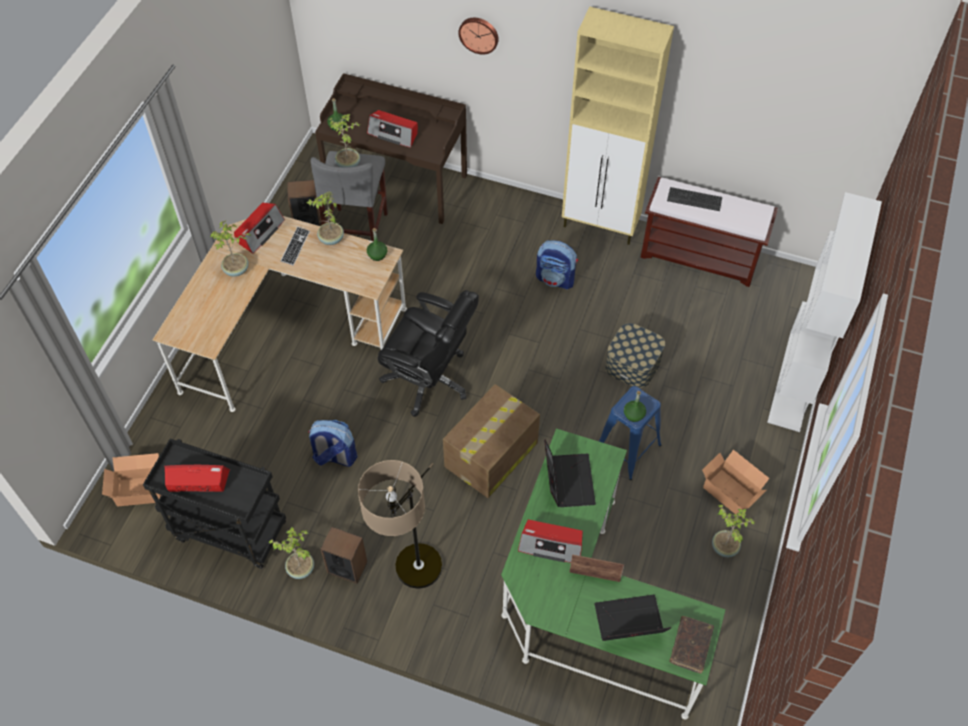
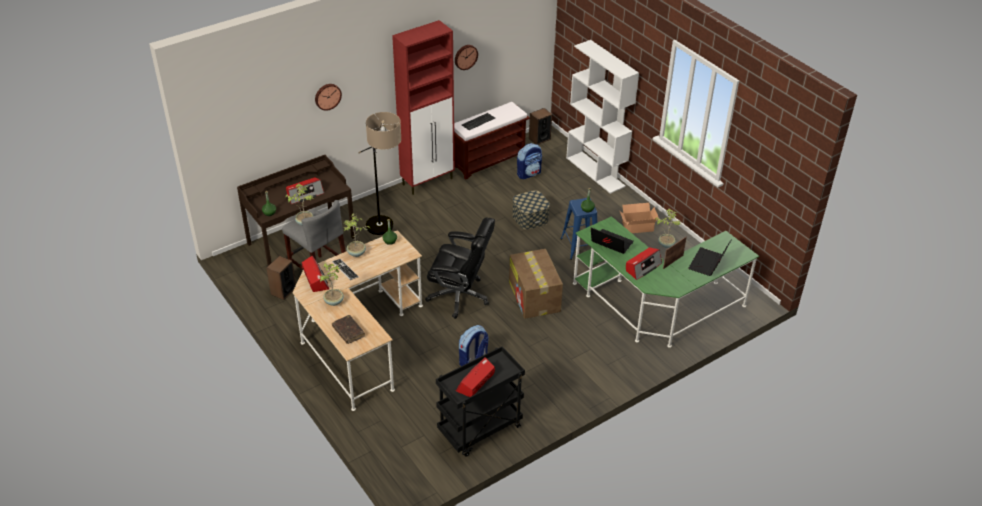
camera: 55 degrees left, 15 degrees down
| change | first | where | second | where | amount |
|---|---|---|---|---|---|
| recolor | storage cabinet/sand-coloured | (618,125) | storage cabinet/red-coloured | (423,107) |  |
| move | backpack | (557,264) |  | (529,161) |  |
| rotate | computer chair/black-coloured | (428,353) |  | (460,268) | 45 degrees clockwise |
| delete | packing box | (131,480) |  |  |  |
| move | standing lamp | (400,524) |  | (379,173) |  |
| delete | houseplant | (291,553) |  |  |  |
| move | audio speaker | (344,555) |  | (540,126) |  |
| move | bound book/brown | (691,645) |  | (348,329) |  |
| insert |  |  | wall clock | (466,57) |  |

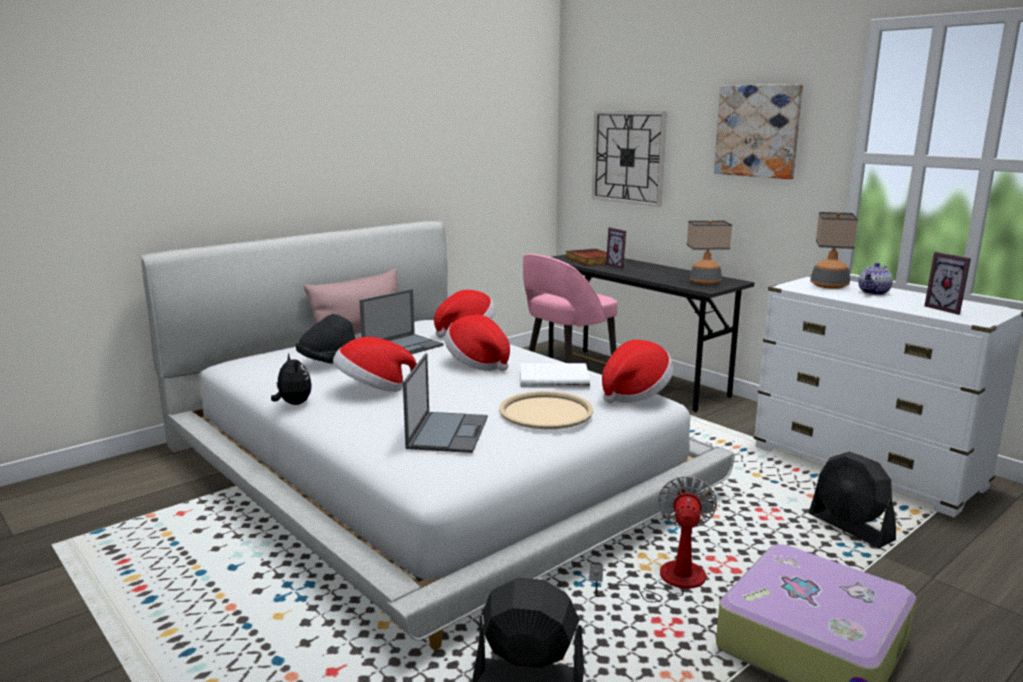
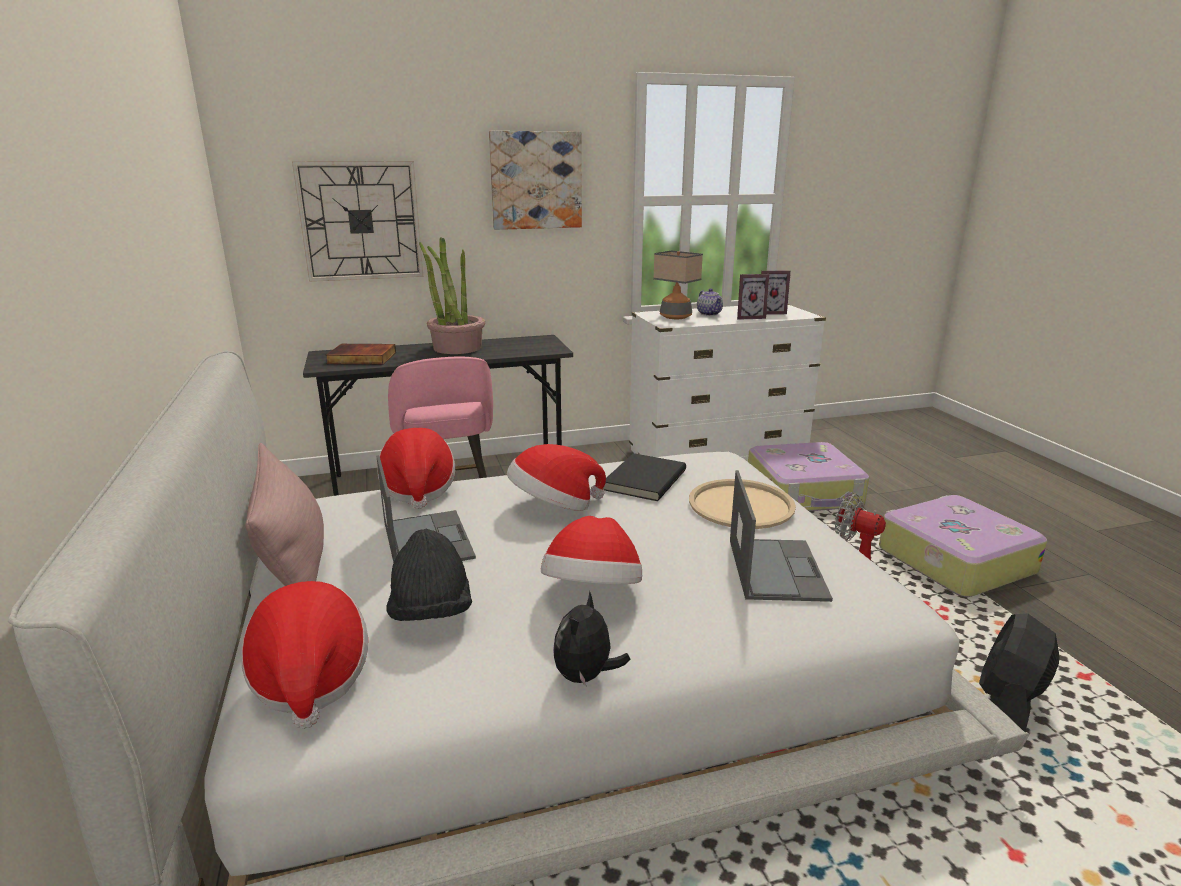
camera: 65 degrees left, 5 degrees up
| change | first | where | second | where | amount |
|---|---|---|---|---|---|
| delete | tabletop lamp | (709,253) |  |  |  |
| move | standing frame | (616,248) |  | (753,297) |  |
| move | hat | (638,371) |  | (304,655) |  |
| rotate | laptop | (445,403) |  | (781,536) | 60 degrees clockwise |
| rotate | cuddly toy | (291,379) |  | (592,639) | 60 degrees counterclockwise |
| recolor | bound book/whitish | (555,375) | bound book/black-coloured | (644,477) |  |
| replace | cooling fan/black-coloured | (852,500) | travel case | (808,476) |  |
| insert |  |  | houseplant | (452,295) |  |

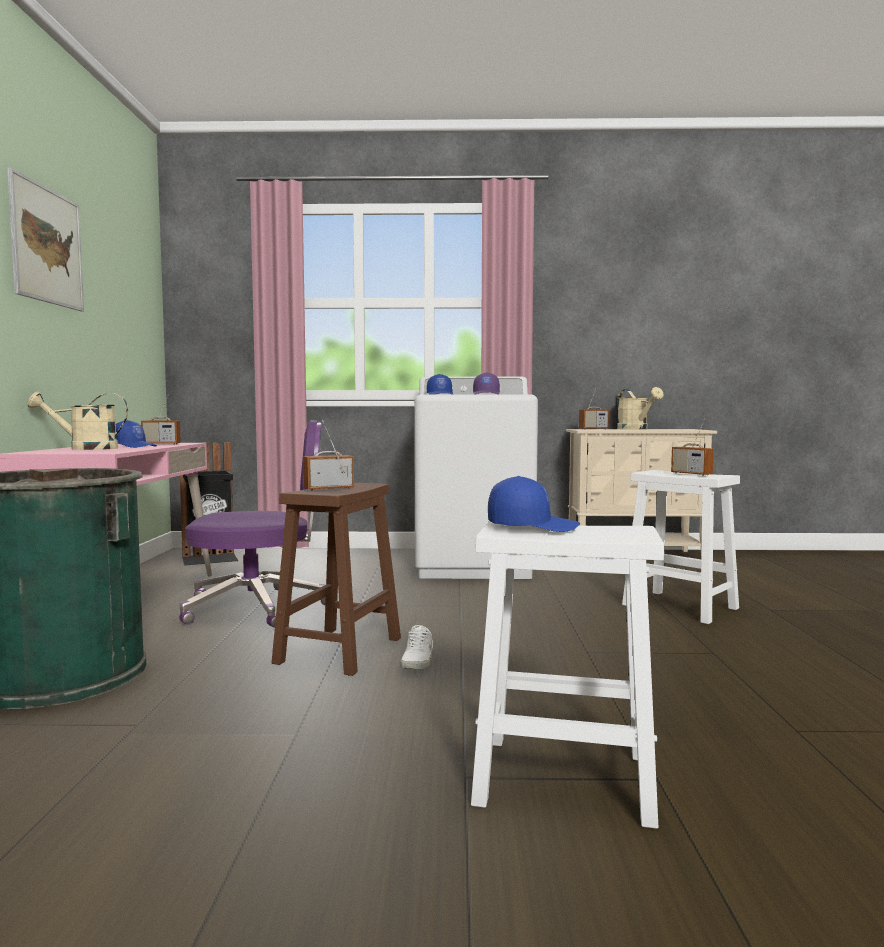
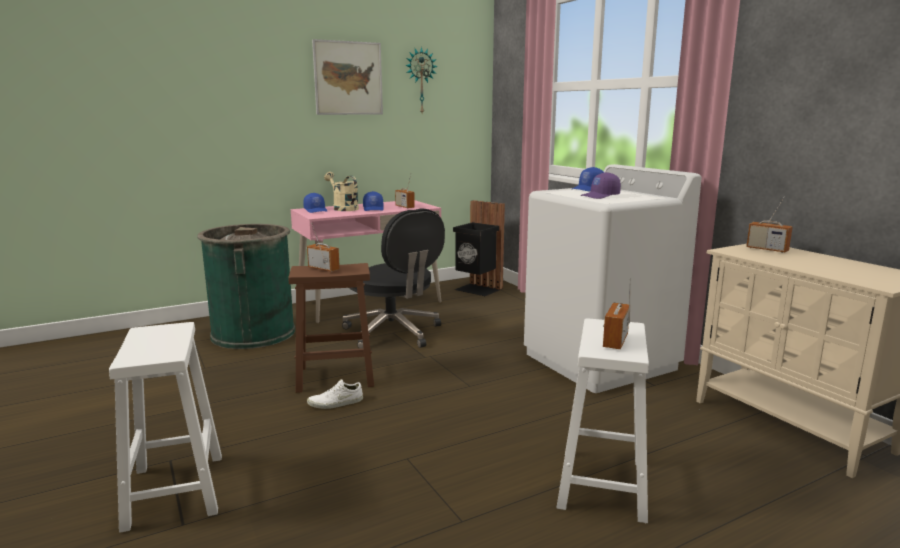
camera: 60 degrees right, 10 degrees up
| change | first | where | second | where | amount |
|---|---|---|---|---|---|
| delete | watering can/sand-coloured | (640,408) |  |  |  |
| recolor | computer chair/purple-coloured | (252,524) | computer chair/black-coloured | (393,279) |  |
| move | peaked cap/blue | (534,504) |  | (315,203) |  |
| insert |  |  | wall clock | (421,80) |  |

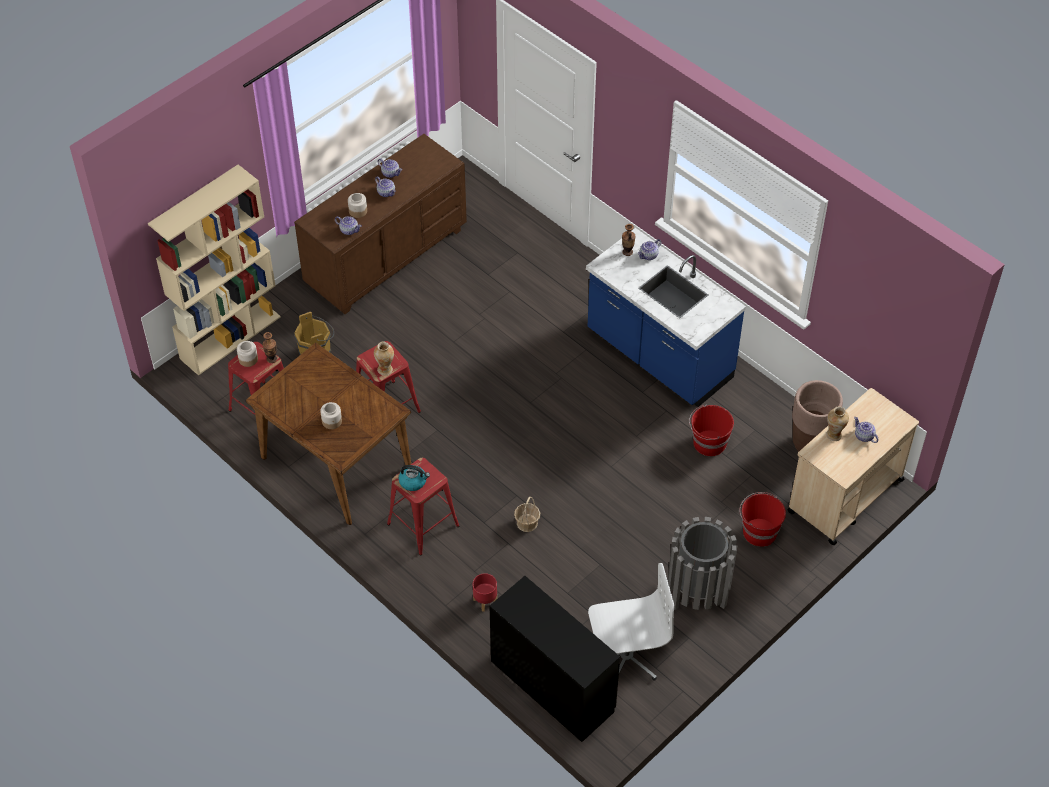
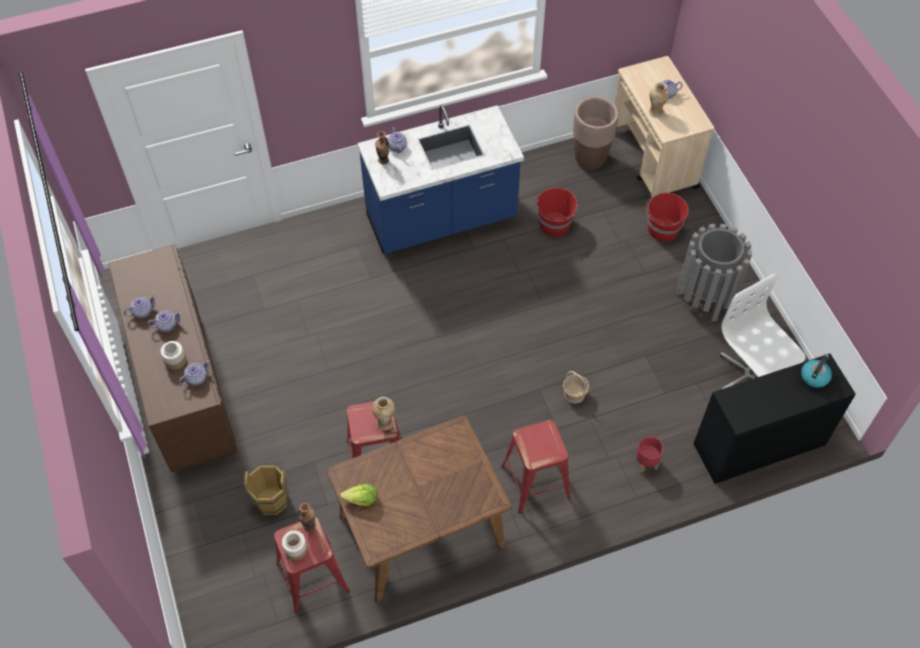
camera: 65 degrees left, 5 degrees up
| change | first | where | second | where | amount |
|---|---|---|---|---|---|
| delete | bookcase/sand-coloured | (214,270) |  |  |  |
| delete | preserve jar | (331,415) |  |  |  |
| move | tea kettle | (414,478) |  | (816,371) |  |
| rotate | computer chair/whitish | (631,622) |  | (763,331) | 45 degrees counterclockwise |
| insert |  |  | lettuce head | (358,495) |  |

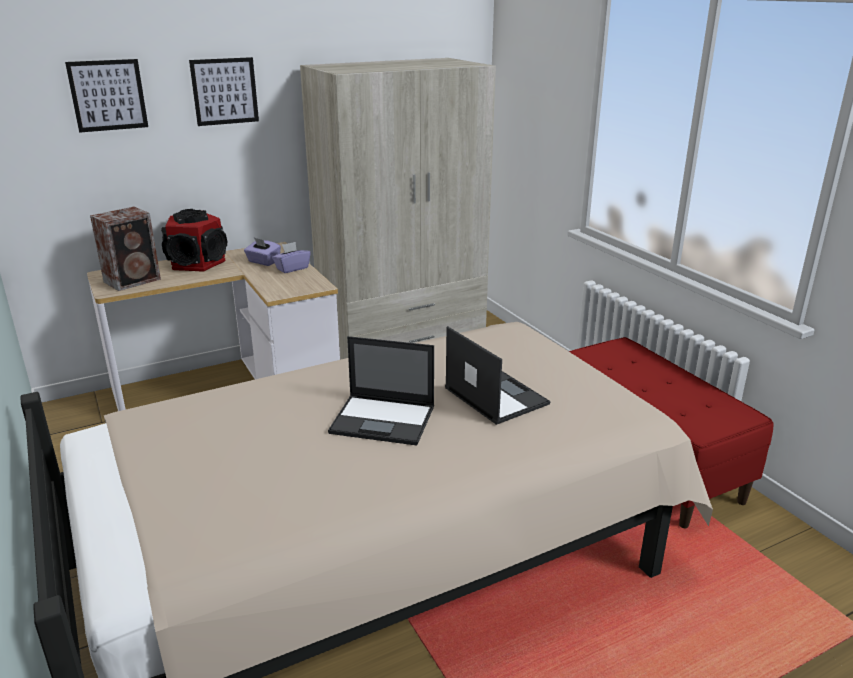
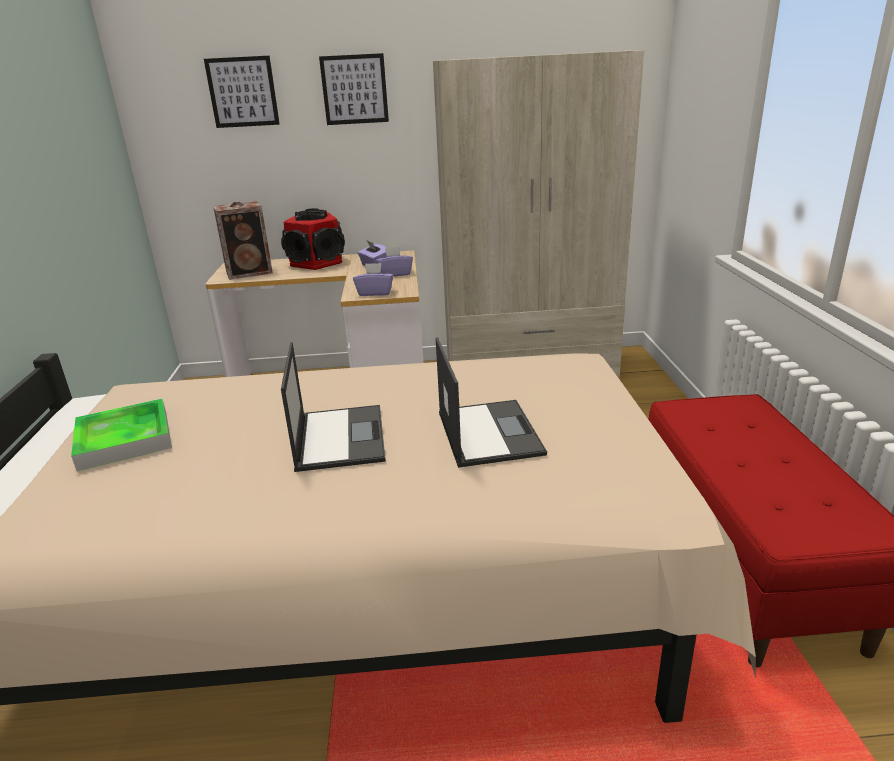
camera: 25 degrees right, 0 degrees up
| change | first | where | second | where | amount |
|---|---|---|---|---|---|
| rotate | laptop | (381,391) |  | (333,407) | 135 degrees counterclockwise |
| insert |  |  | tissue holder/purple-coloured | (373,279) |  |
| insert |  |  | serving tray | (121,434) |  |

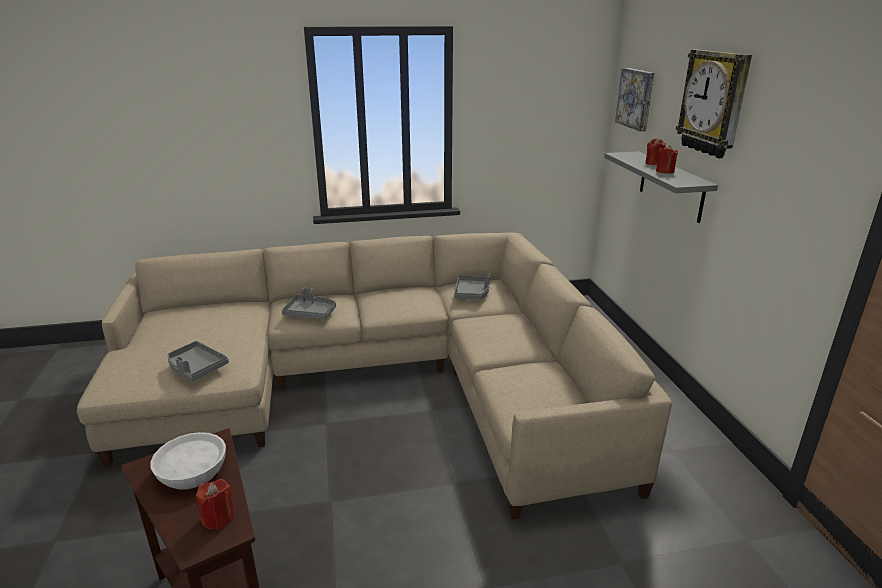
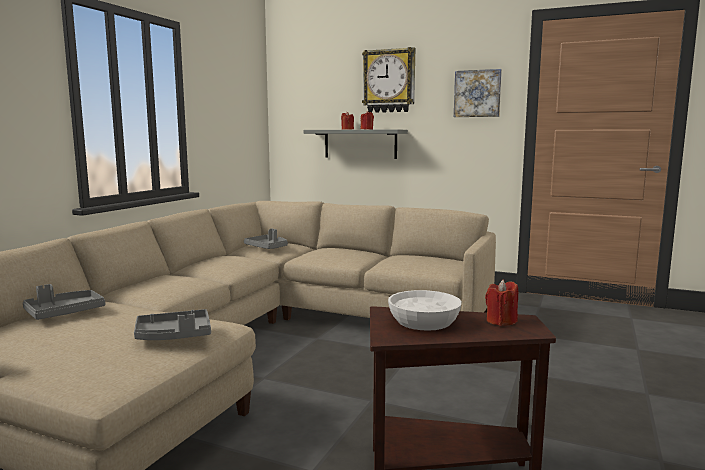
camera: 55 degrees left, 15 degrees down
| change | first | where | second | where | amount |
|---|---|---|---|---|---|
| move | wall picture | (635,99) |  | (478,93) |  |
| move | serving tray/greyish | (309,303) |  | (64,302) |  |

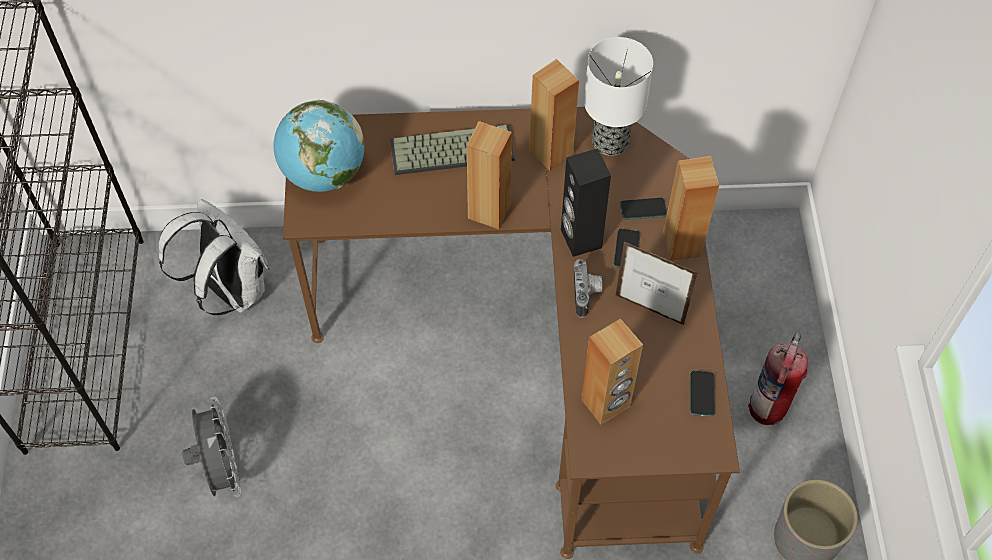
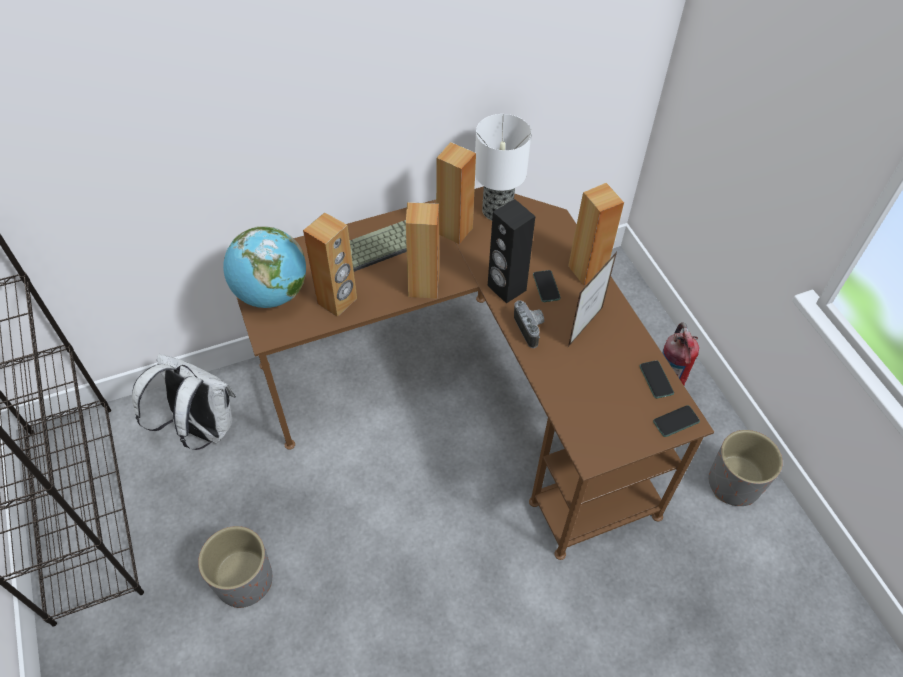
camera: 20 degrees left, 5 degrees down
| change | first | where | second | where | amount |
|---|---|---|---|---|---|
| move | handset | (643,209) |  | (676,421) |  |
| rotate | standing frame | (656,283) |  | (592,299) | 120 degrees clockwise |
| move | audio speaker/brown | (612,372) |  | (330,264) |  |
| replace | cooling fan/greyish | (212,447) | flower pot/greyish | (235,567) |  |

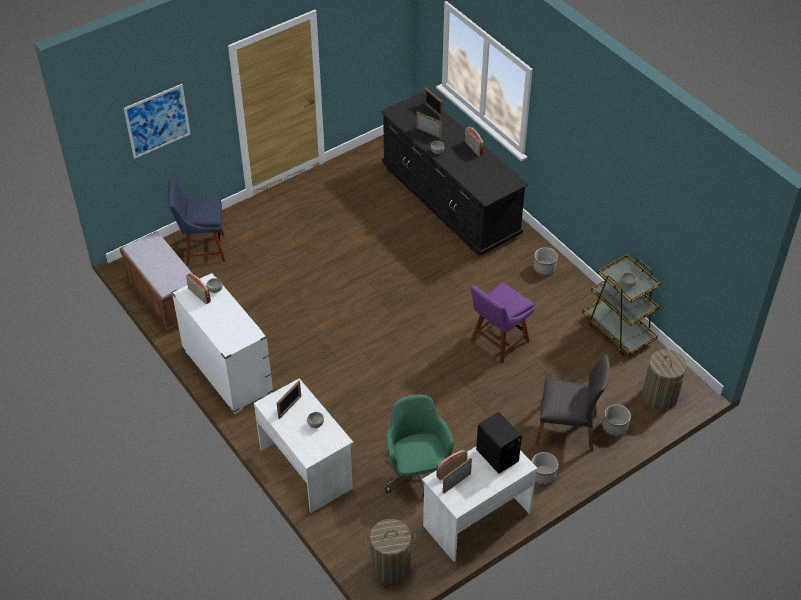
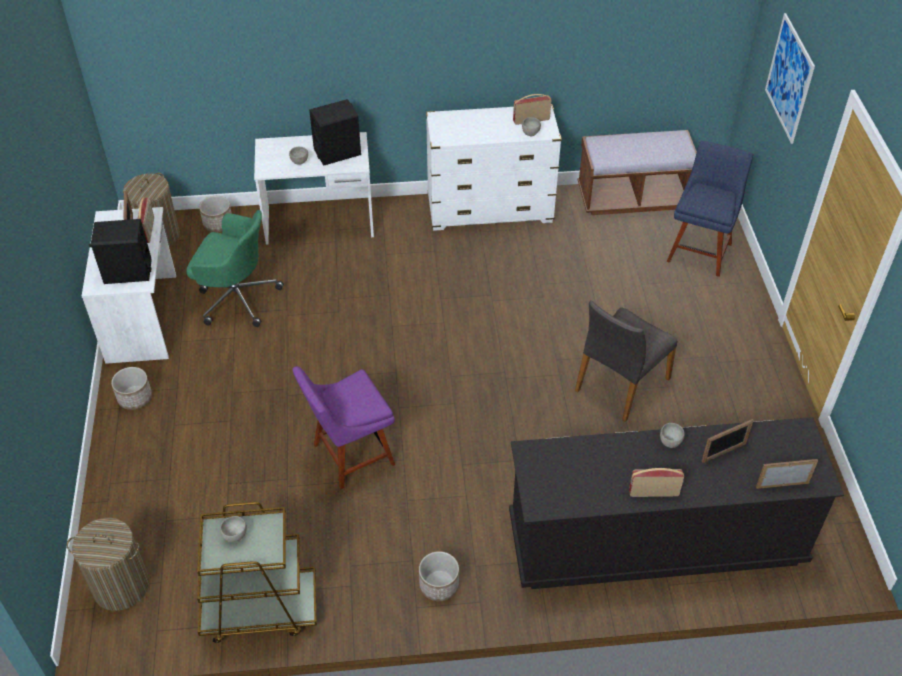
camera: 120 degrees right, 0 degrees up
| change | first | where | second | where | amount |
|---|---|---|---|---|---|
| rotate | upright chair/purple-coloured | (503,323) |  | (343,427) | 105 degrees counterclockwise |
| move | upright chair/greyish | (572,402) |  | (626,361) |  |
| replace | standing frame | (289,399) | audio speaker/black-coloured | (335,132) |  |
| move | flower pot | (617,420) |  | (215,214) |  |

